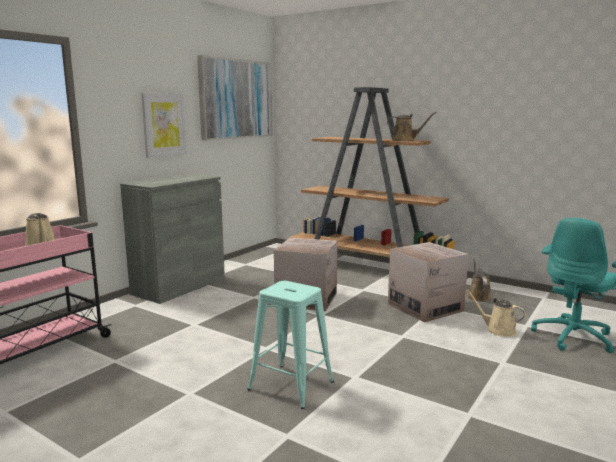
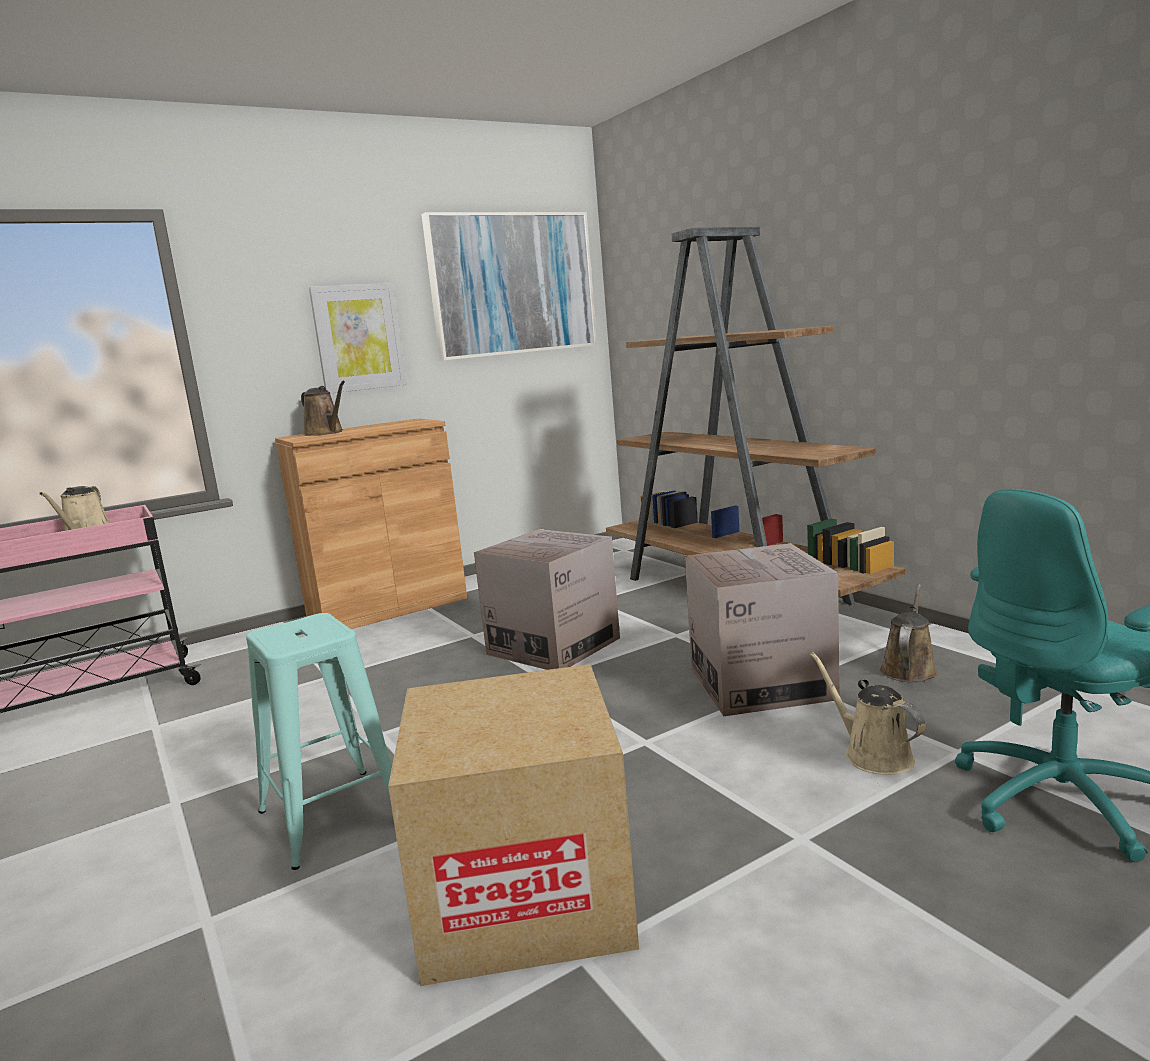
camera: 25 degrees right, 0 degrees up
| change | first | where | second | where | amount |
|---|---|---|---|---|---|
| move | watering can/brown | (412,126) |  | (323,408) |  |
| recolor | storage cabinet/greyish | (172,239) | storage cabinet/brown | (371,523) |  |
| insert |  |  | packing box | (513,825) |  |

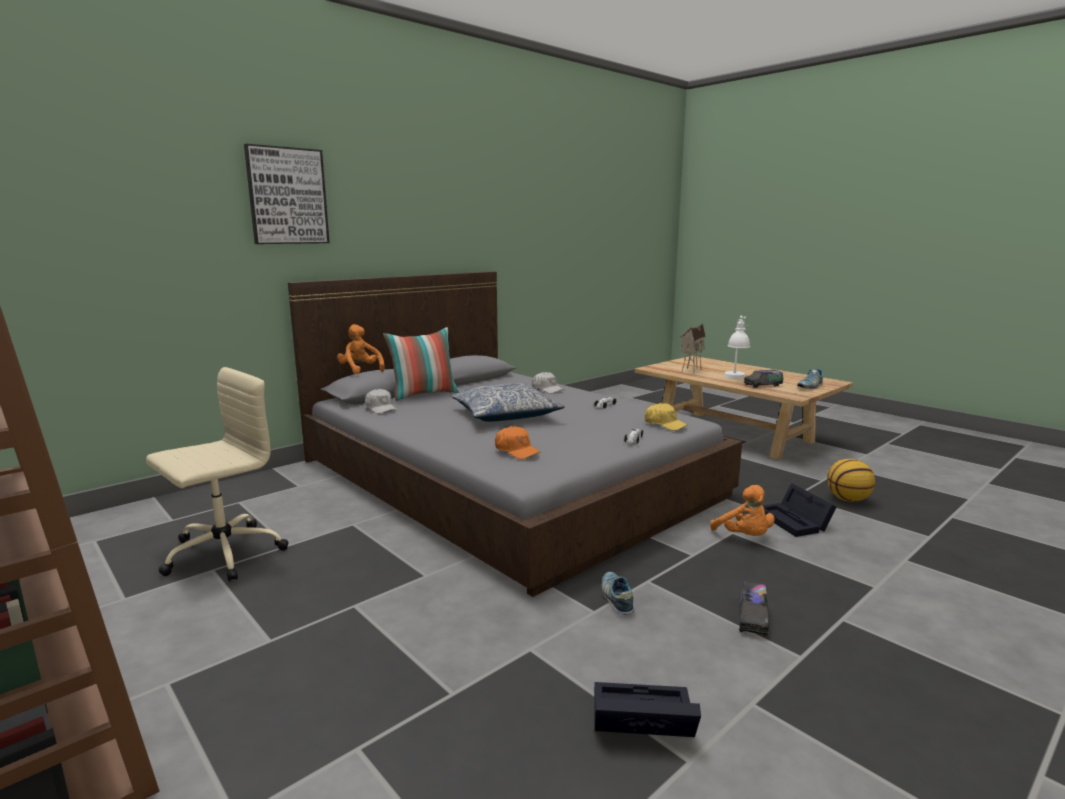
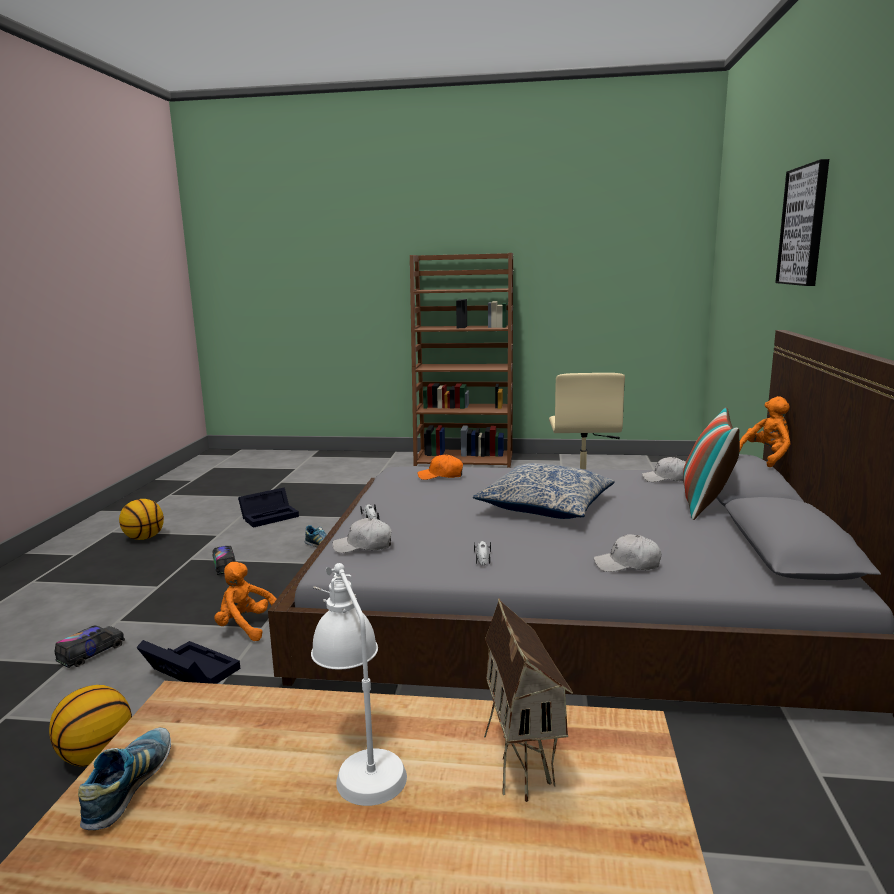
camera: 140 degrees right, 0 degrees up
| change | first | where | second | where | amount |
|---|---|---|---|---|---|
| rotate | cuddly toy/orangey | (361,349) |  | (765,431) | 45 degrees counterclockwise |
| move | toy lorry | (763,379) |  | (90,646) |  |
| recolor | peaked cap/yellow | (666,417) | peaked cap/whitish | (362,535) |  |
| insert |  |  | ball for basketball | (141,519) |  |

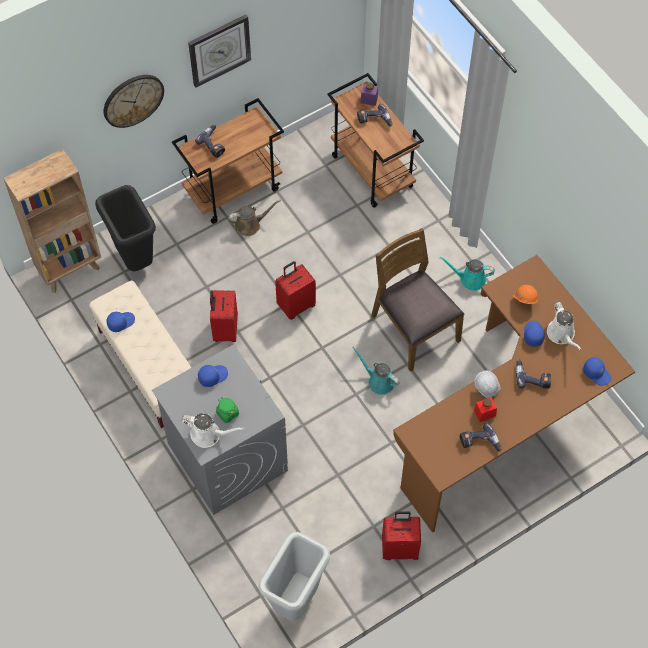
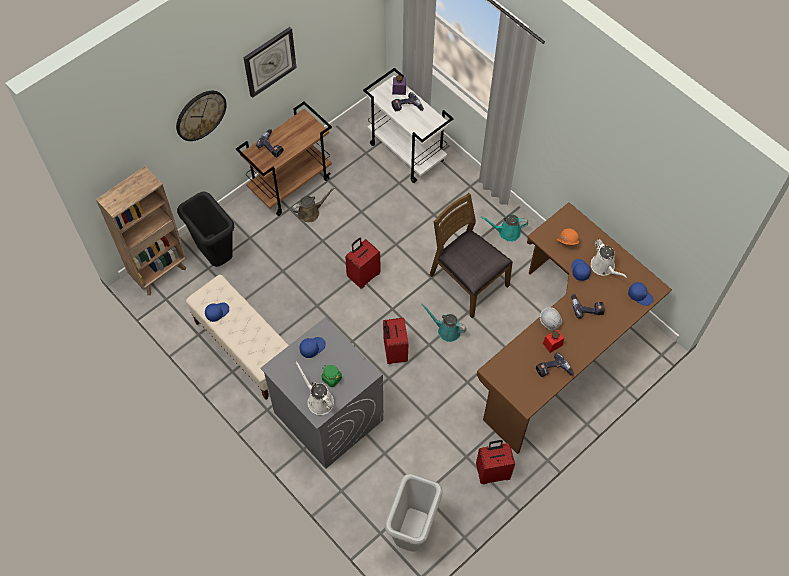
camera: 10 degrees left, 0 degrees up
| change | first | where | second | where | amount |
|---|---|---|---|---|---|
| recolor | trolley/brown | (375,140) | trolley/whitish | (408,125) |  |
| move | travel case/red-coloured | (224,316) |  | (395,340) |  |
| rotate | watering can/whitish | (212,430) |  | (314,388) | 135 degrees counterclockwise |

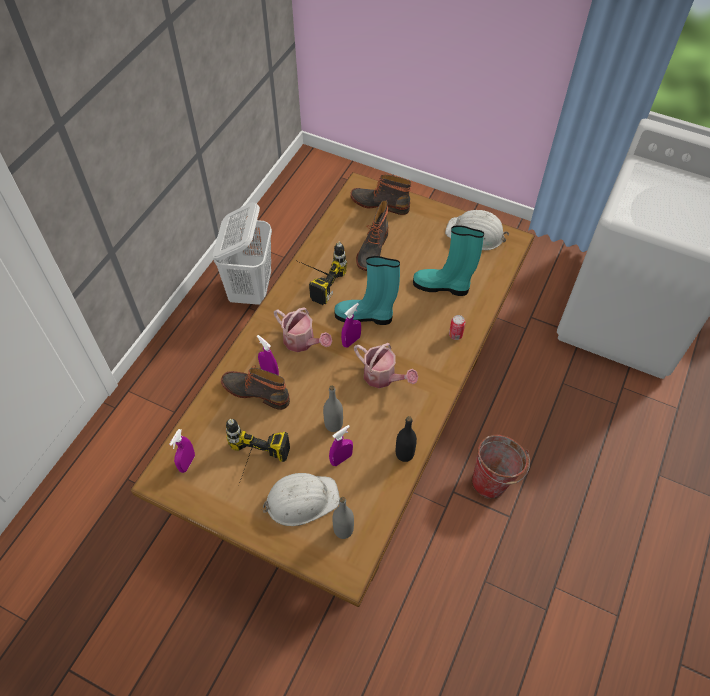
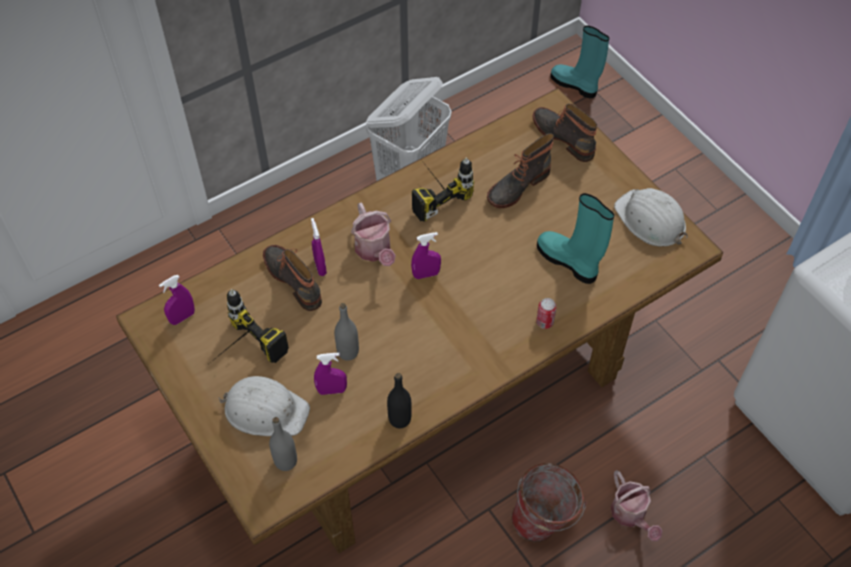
camera: 30 degrees right, 0 degrees up
| change | first | where | second | where | amount |
|---|---|---|---|---|---|
| move | tall boot/turquoise | (367,290) |  | (579,62) |  |
| move | watering can | (386,365) |  | (637,505) |  |

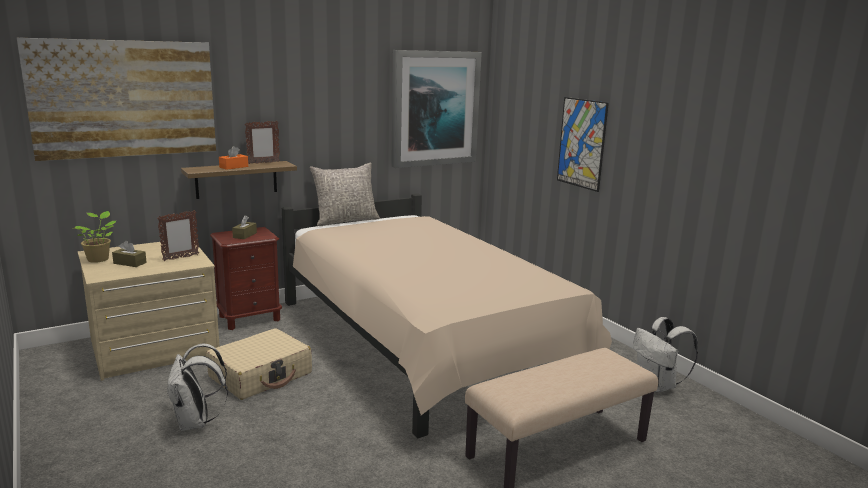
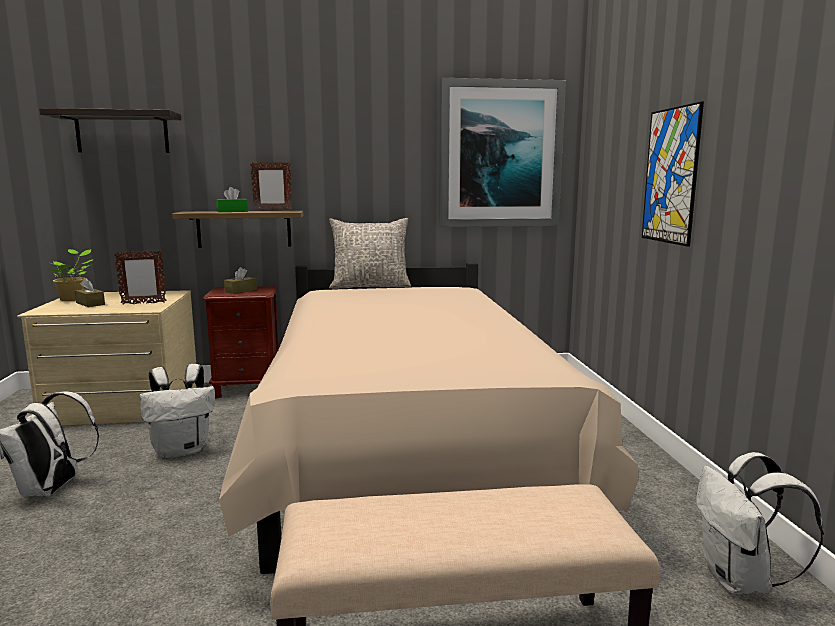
camera: 25 degrees right, 5 degrees down
| change | first | where | second | where | amount |
|---|---|---|---|---|---|
| replace | wall picture | (116,99) | shelf | (110,130) |  |
| recolor | tissue holder/orangey | (233,158) | tissue holder/greenish | (232,199) |  |
| replace | travel case/sand-coloured | (259,364) | backpack/whitish | (177,411) |  |

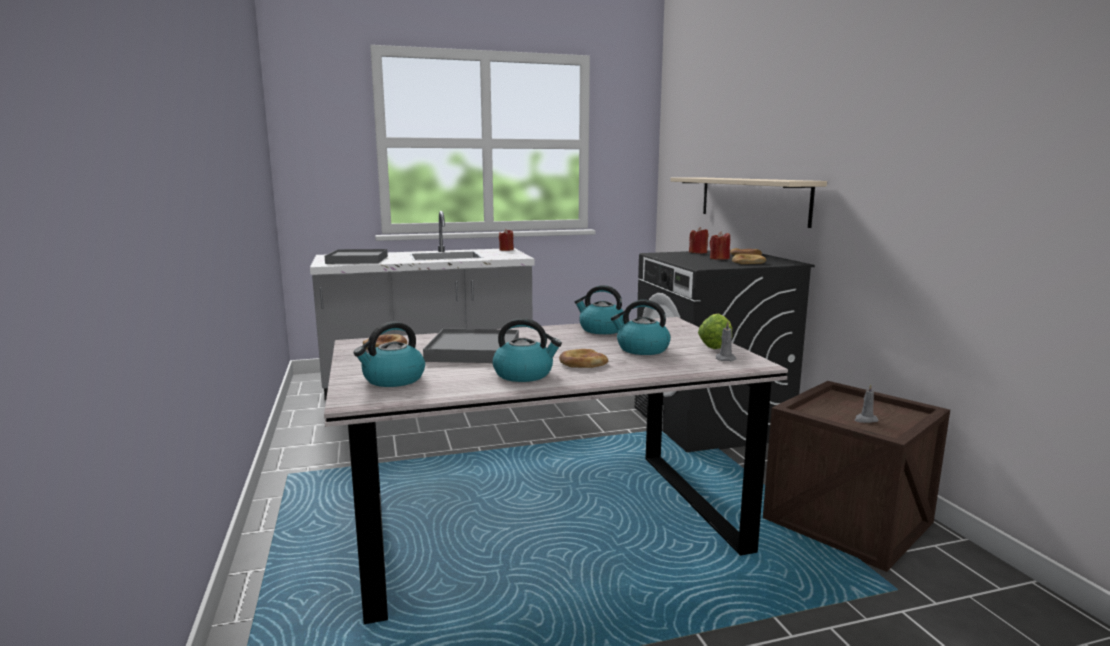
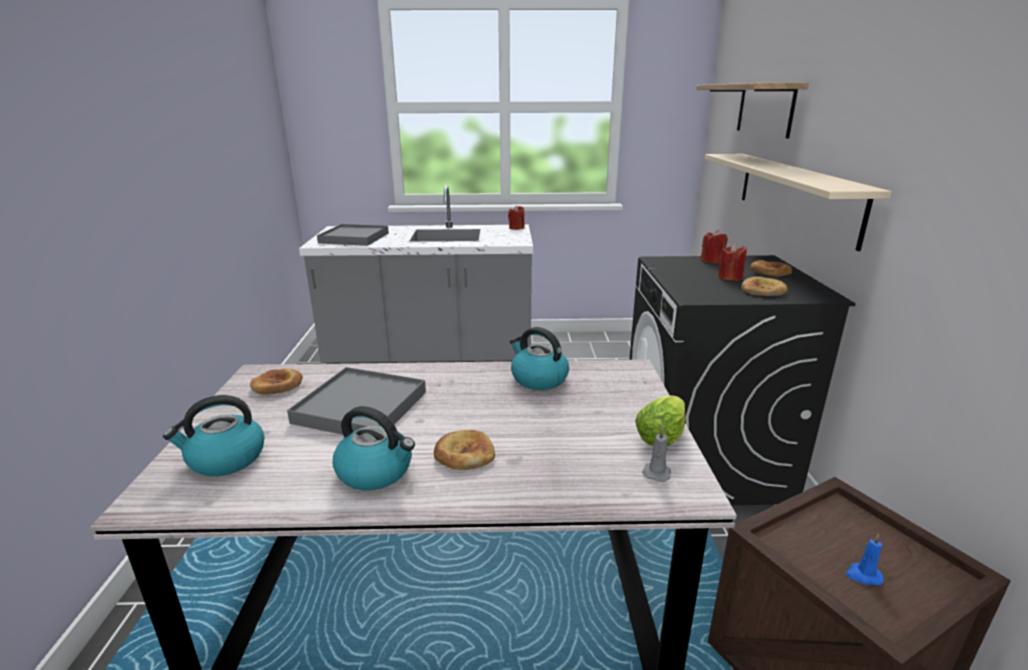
camera: 15 degrees right, 10 degrees up
| change | first | where | second | where | amount |
|---|---|---|---|---|---|
| delete | tea kettle | (641,327) |  |  |  |
| recolor | wax light/greyish | (867,403) | wax light/blue | (864,559) |  |
| insert |  |  | shelf | (752,110) |  |

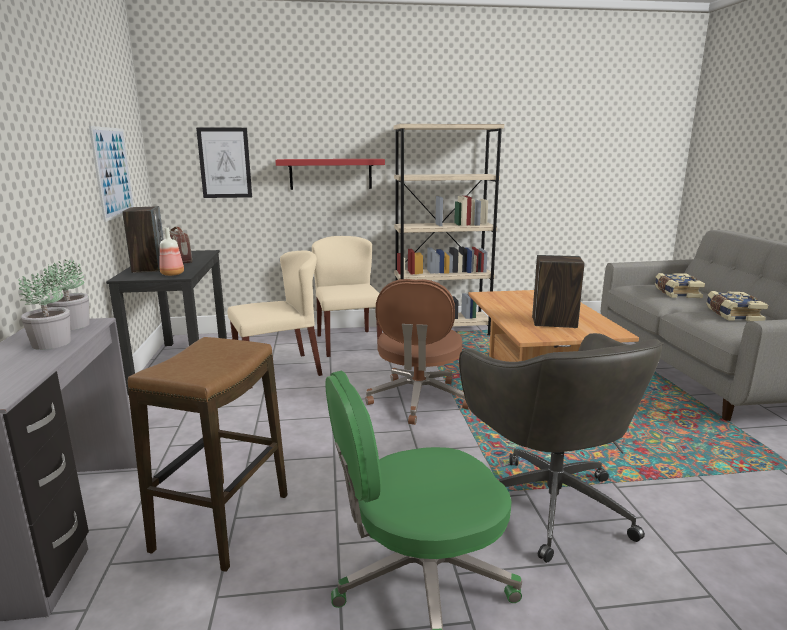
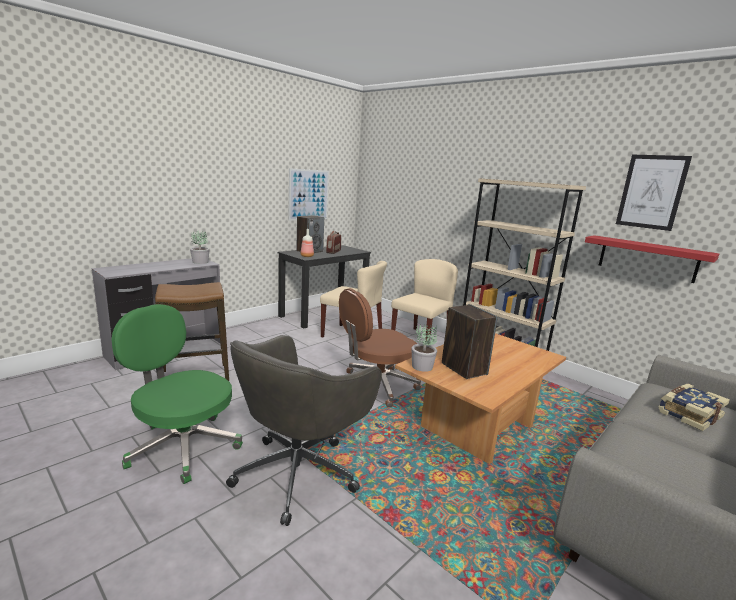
camera: 50 degrees right, 0 degrees up
| change | first | where | second | where | amount |
|---|---|---|---|---|---|
| move | wall picture | (224,163) |  | (654,193) |  |
| move | shelf/red-coloured | (330,174) |  | (652,259) |  |
| move | houseplant | (44,310) |  | (424,348) |  |
| delete | bound book | (737,306) |  |  |  |

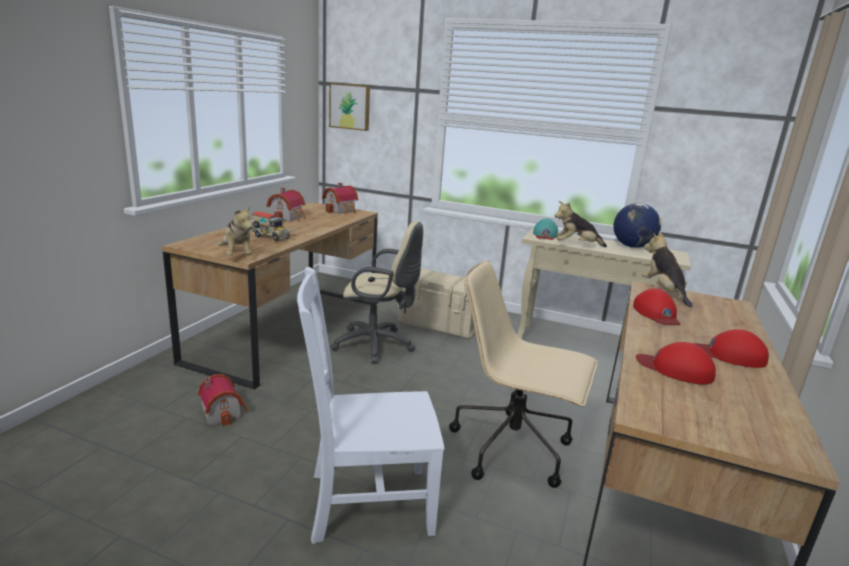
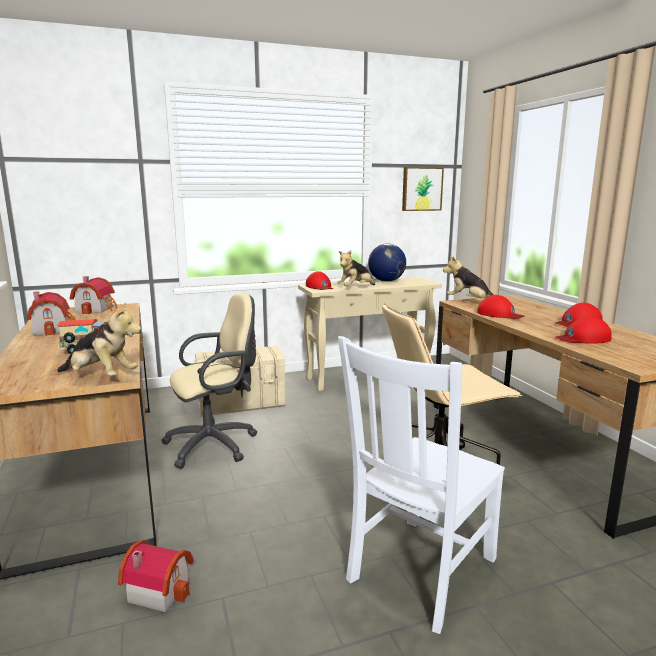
camera: 40 degrees left, 5 degrees down
| change | first | where | second | where | amount |
|---|---|---|---|---|---|
| move | wall picture | (349,107) |  | (423,189) |  |
| recolor | peaked cap/turquoise | (545,229) | peaked cap/red-coloured | (319,280) |  |

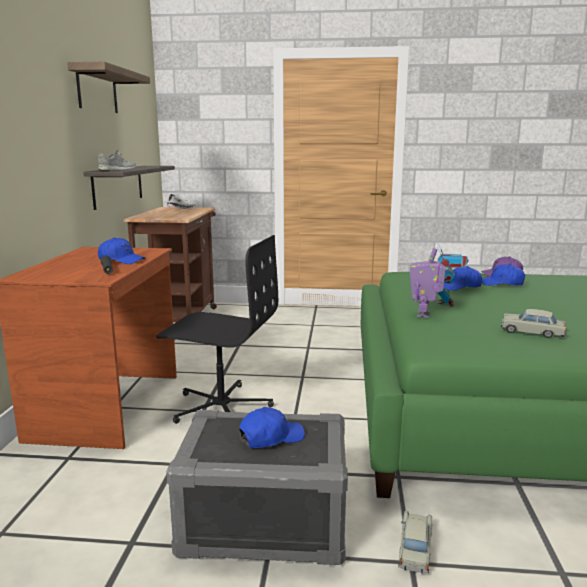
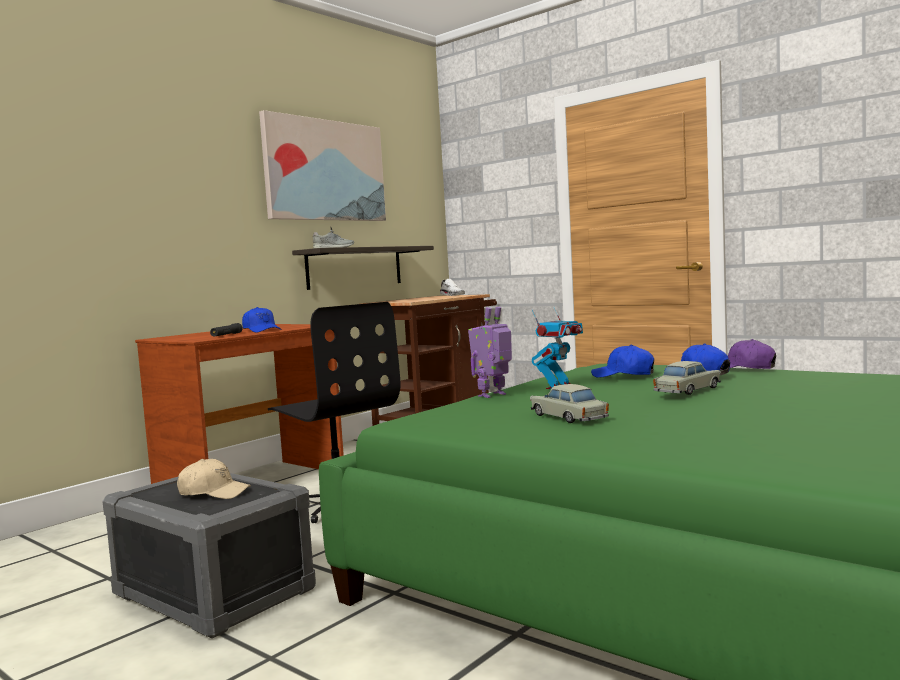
camera: 35 degrees right, 10 degrees down
| change | first | where | second | where | amount |
|---|---|---|---|---|---|
| replace | shelf | (108,87) | wall picture | (322,165) |  |
| recolor | peaked cap/blue | (272,427) | peaked cap/sand-coloured | (214,479) |  |
| move | toy car/sand-coloured | (415,542) |  | (687,378) |  |

